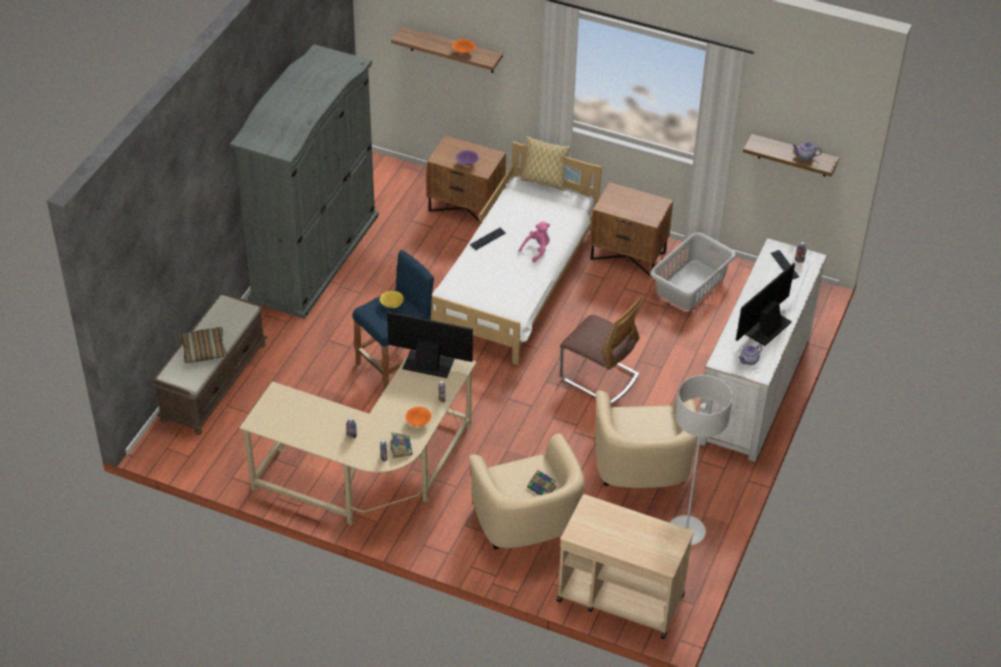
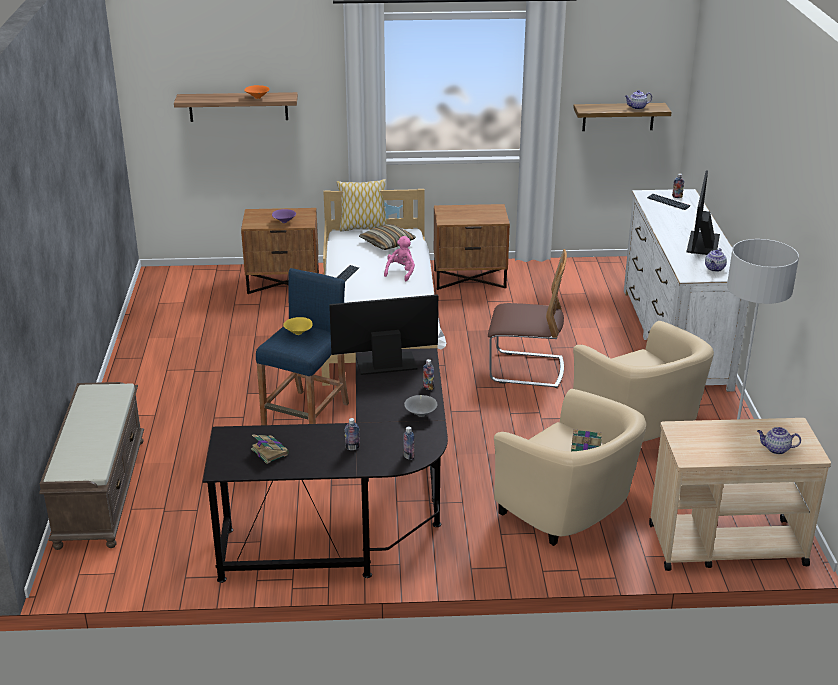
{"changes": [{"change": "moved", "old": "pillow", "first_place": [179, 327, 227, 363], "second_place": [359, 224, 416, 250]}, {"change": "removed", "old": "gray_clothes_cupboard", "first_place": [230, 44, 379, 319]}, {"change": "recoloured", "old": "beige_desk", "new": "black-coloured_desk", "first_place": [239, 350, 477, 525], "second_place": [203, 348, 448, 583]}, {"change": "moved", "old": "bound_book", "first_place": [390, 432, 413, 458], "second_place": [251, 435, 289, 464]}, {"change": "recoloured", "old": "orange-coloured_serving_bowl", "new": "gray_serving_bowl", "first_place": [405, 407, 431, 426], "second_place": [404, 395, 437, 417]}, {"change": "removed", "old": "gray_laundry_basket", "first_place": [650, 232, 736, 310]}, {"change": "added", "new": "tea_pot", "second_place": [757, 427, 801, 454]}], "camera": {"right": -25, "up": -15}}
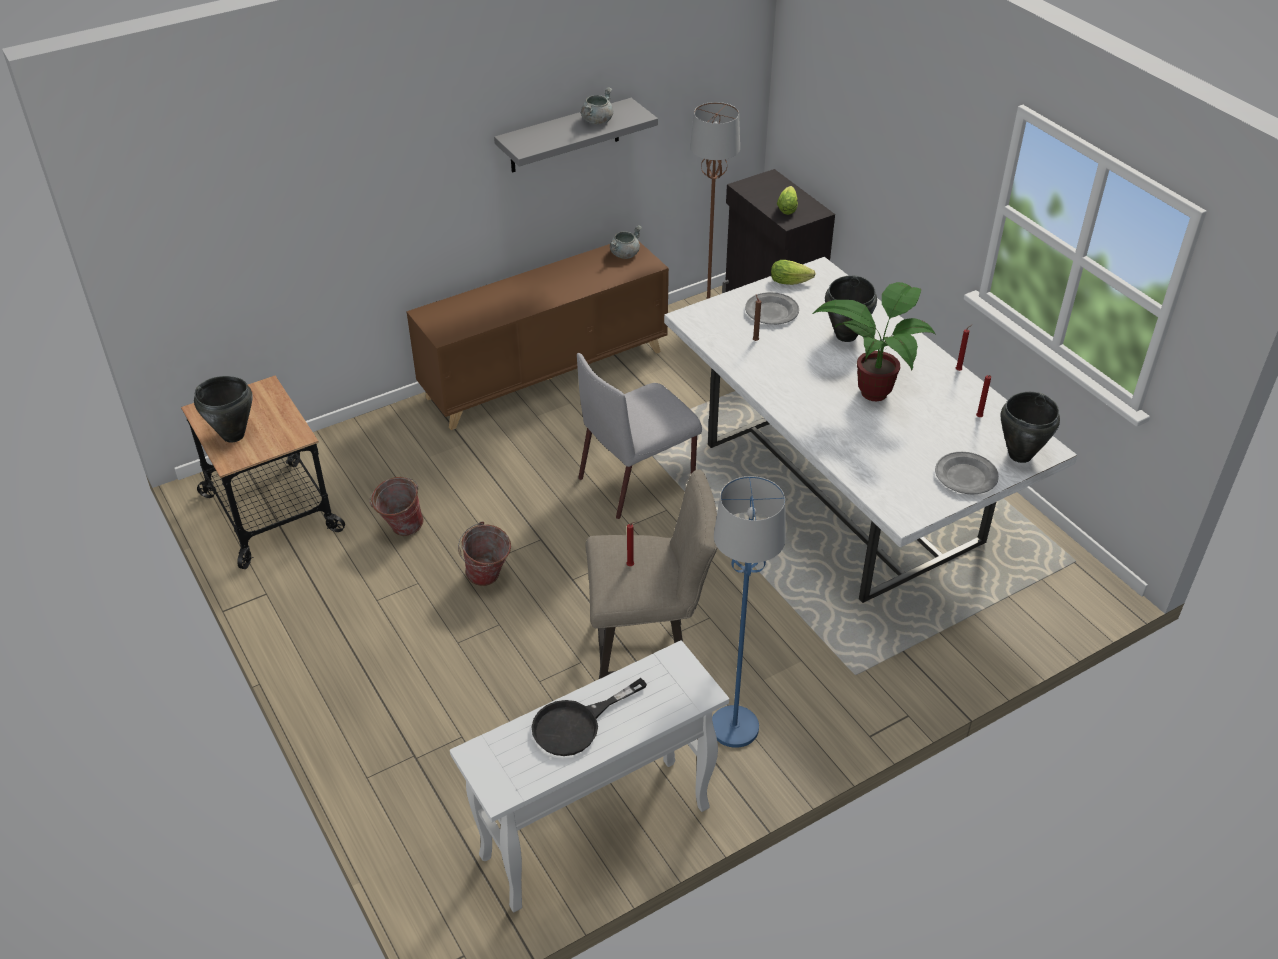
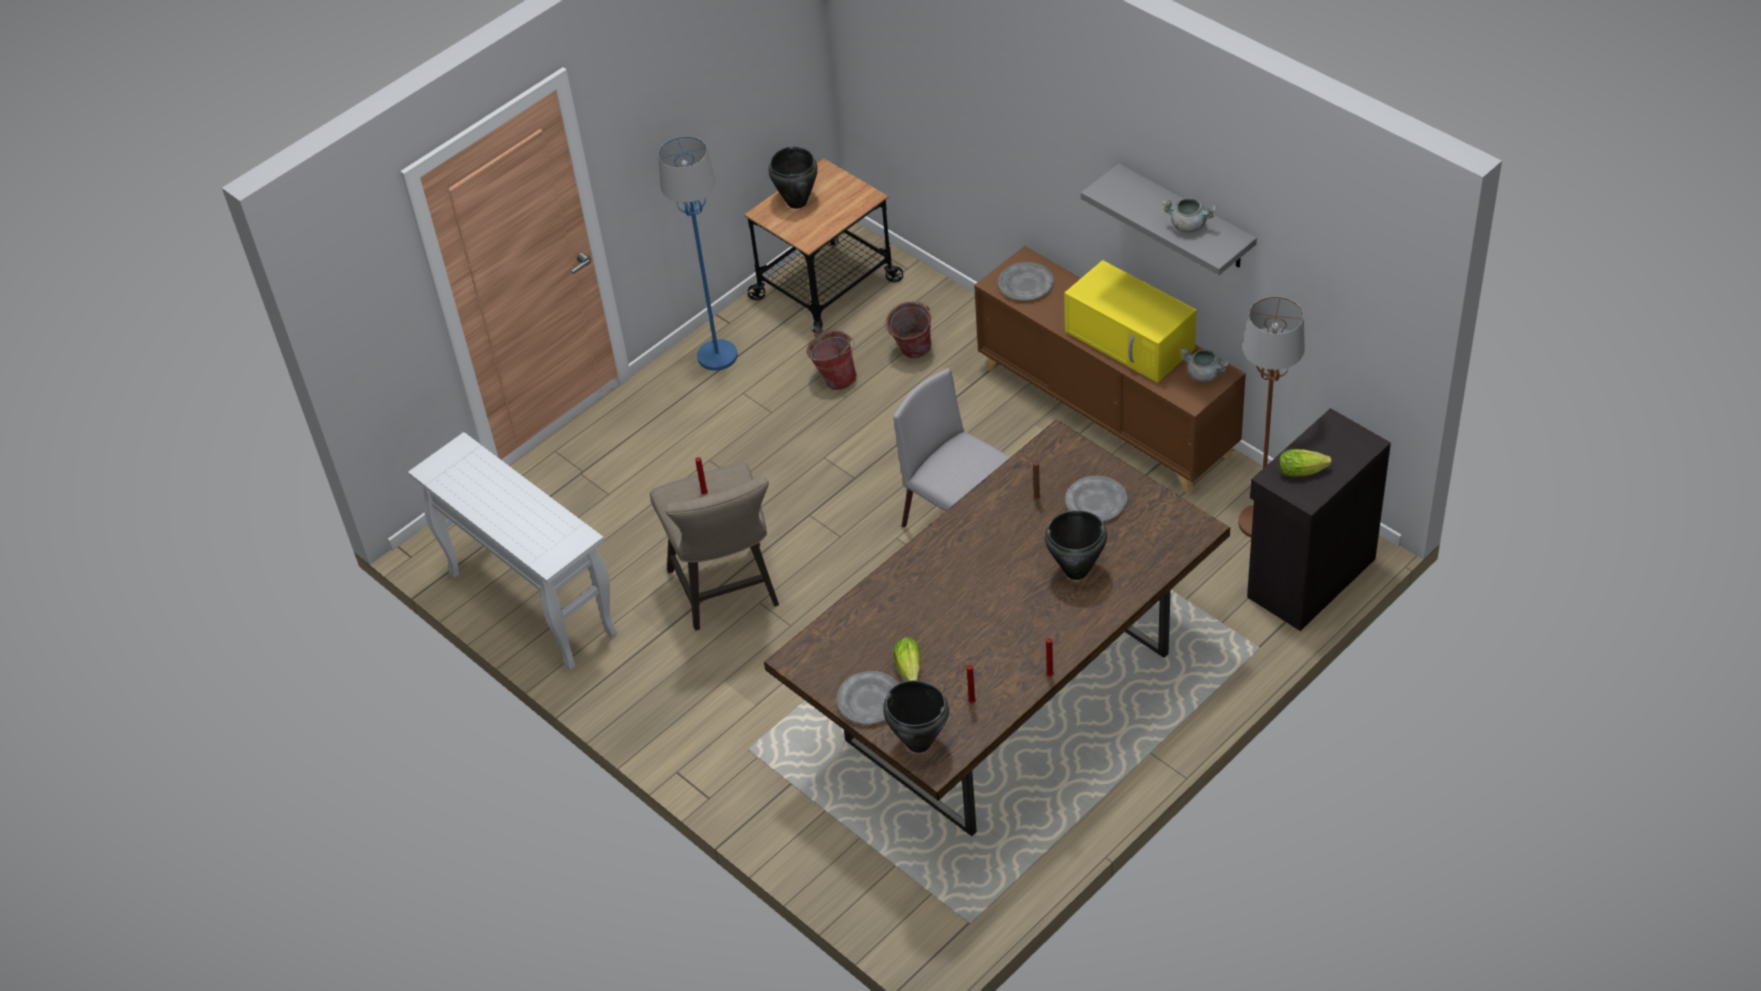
{"changes": [{"change": "moved", "old": "water_bucket", "first_place": [458, 521, 511, 586], "second_place": [884, 302, 931, 358]}, {"change": "removed", "old": "black-coloured_pan", "first_place": [532, 678, 647, 756]}, {"change": "recoloured", "old": "white_kitchen_table", "new": "brownish_kitchen_table", "first_place": [664, 257, 1077, 603], "second_place": [764, 420, 1230, 836]}, {"change": "moved", "old": "blue_standard_lamp", "first_place": [712, 476, 786, 748], "second_place": [658, 136, 738, 371]}, {"change": "moved", "old": "lettuce_head", "first_place": [771, 260, 816, 285], "second_place": [893, 637, 921, 681]}, {"change": "removed", "old": "potted_plant", "first_place": [813, 282, 936, 401]}, {"change": "added", "new": "gray_flat_dish", "second_place": [998, 262, 1054, 300]}, {"change": "added", "new": "yellow_microwave_oven", "second_place": [1064, 260, 1196, 383]}], "camera": {"right": 80, "up": 5}}
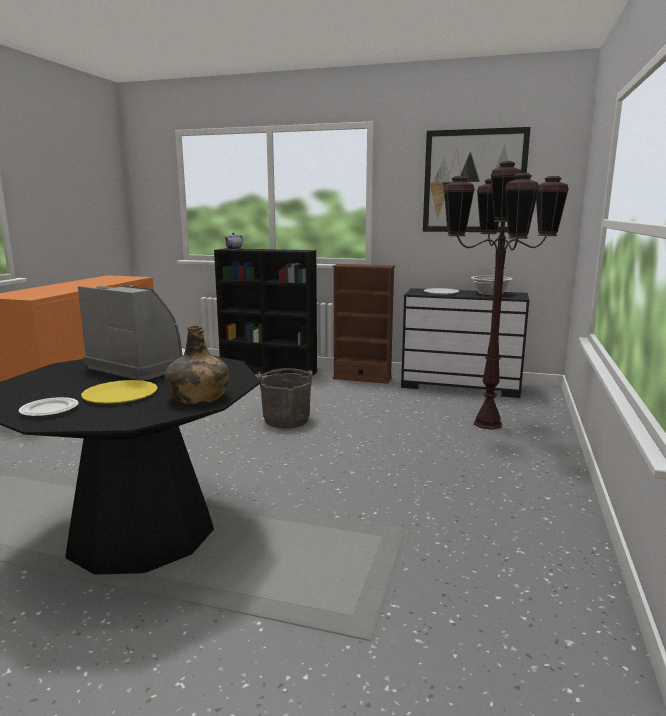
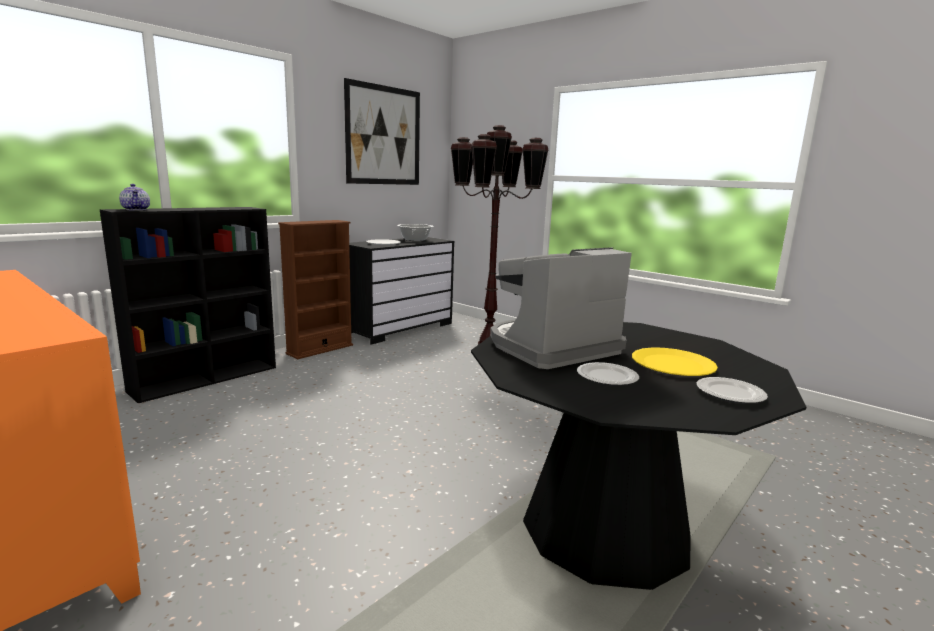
{"changes": [{"change": "removed", "old": "green_bottle", "first_place": [165, 325, 229, 404]}, {"change": "removed", "old": "gray_water_bucket", "first_place": [258, 368, 312, 428]}, {"change": "added", "new": "flat_dish", "second_place": [577, 362, 639, 386]}], "camera": {"right": -65, "up": 0}}
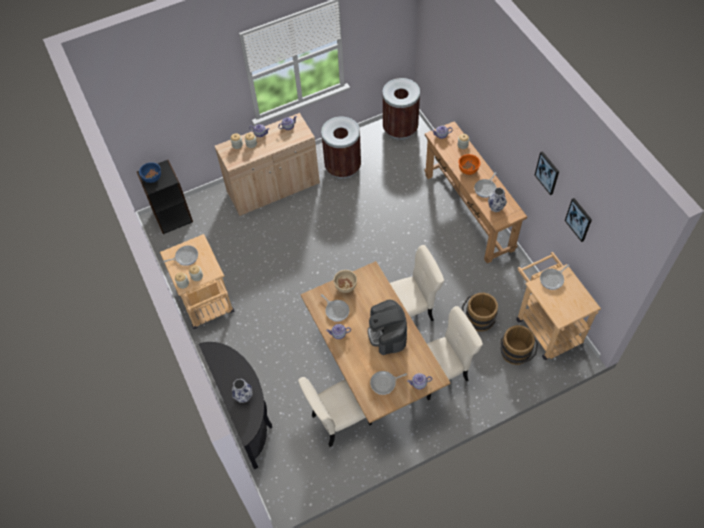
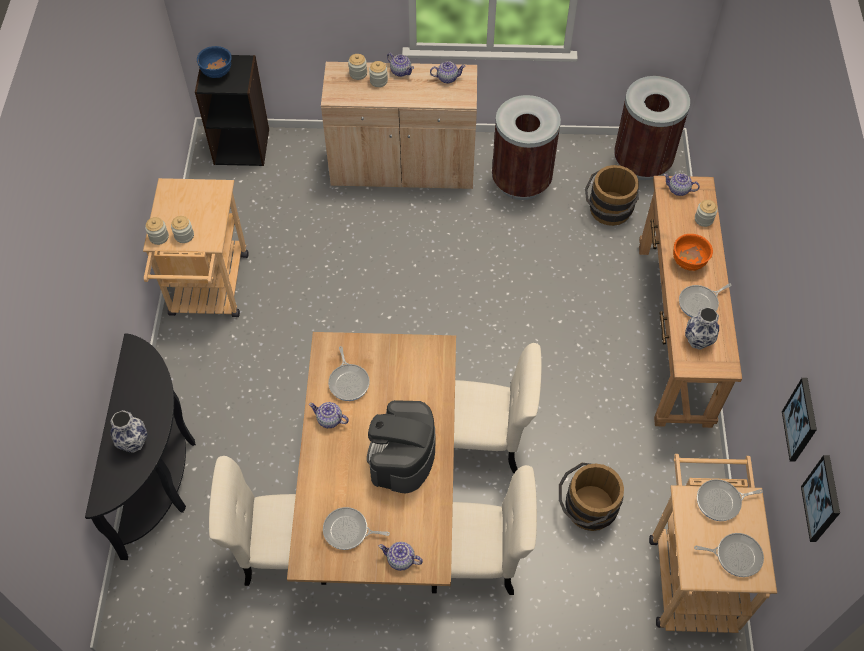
{"changes": [{"change": "moved", "old": "pan", "first_place": [163, 245, 198, 266], "second_place": [694, 533, 764, 577]}, {"change": "removed", "old": "beige_serving_bowl", "first_place": [333, 270, 357, 293]}, {"change": "moved", "old": "brownish_water_bucket", "first_place": [500, 325, 538, 365], "second_place": [585, 165, 639, 226]}, {"change": "moved", "old": "wall_art", "first_place": [535, 151, 559, 195], "second_place": [801, 455, 840, 542]}], "camera": {"right": 25, "up": 0}}
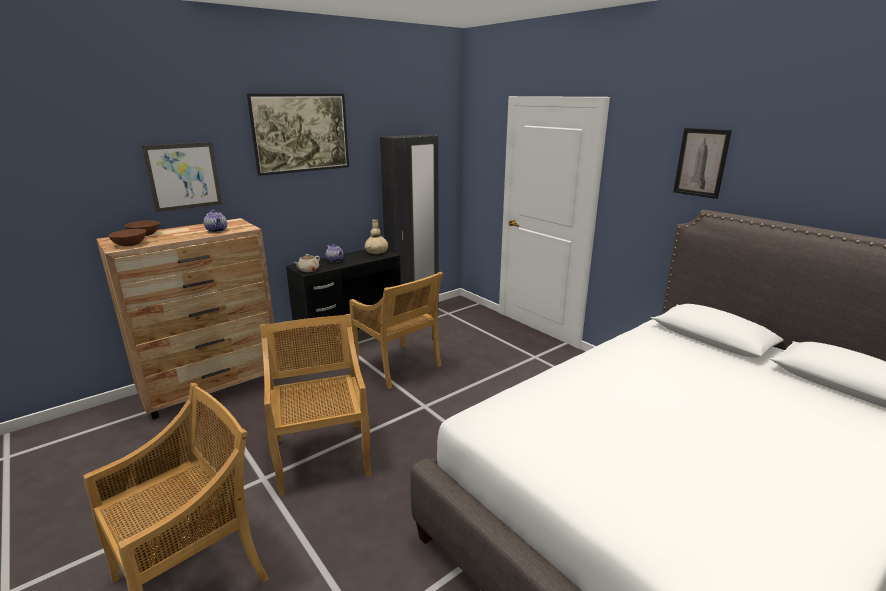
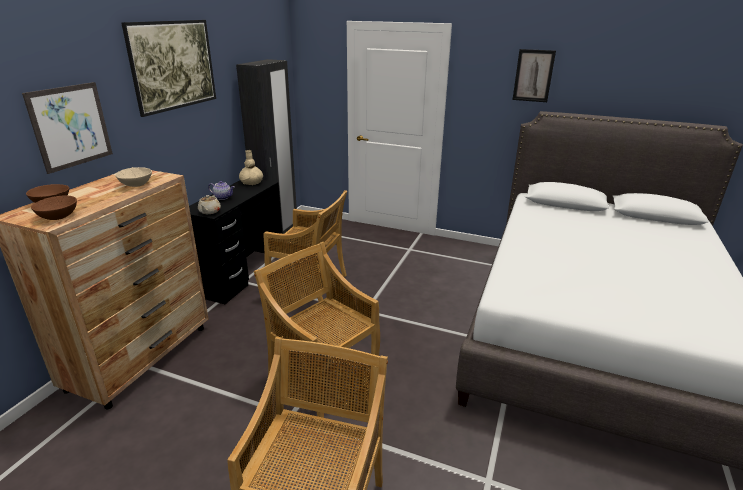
{"changes": [{"change": "replaced", "old": "tea_pot", "new": "beige_serving_bowl", "first_place": [204, 210, 227, 233], "second_place": [115, 167, 152, 187]}], "camera": {"right": -30, "up": 5}}
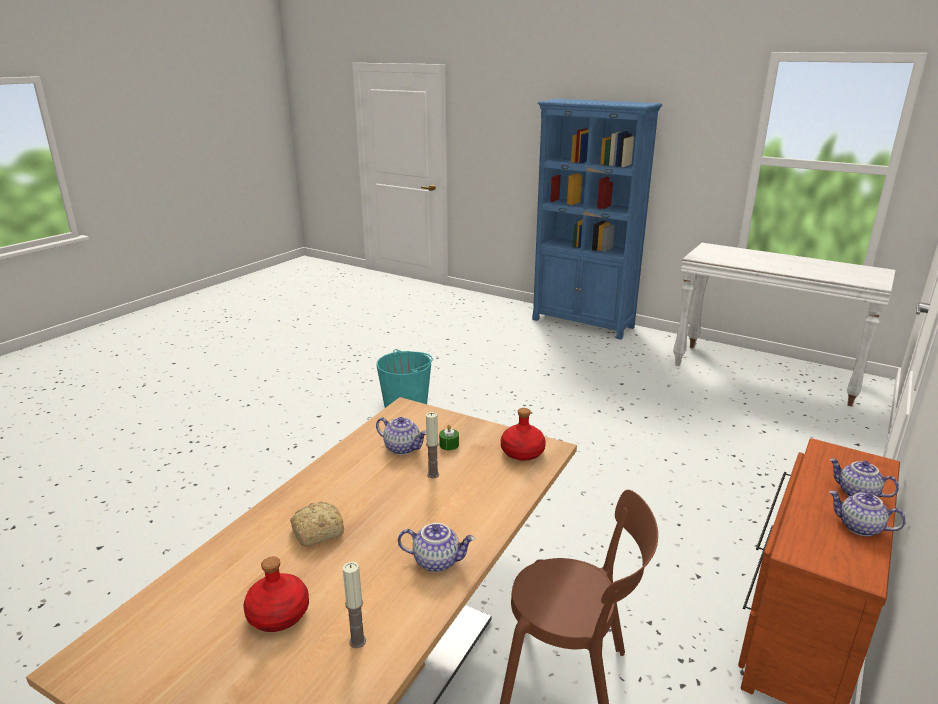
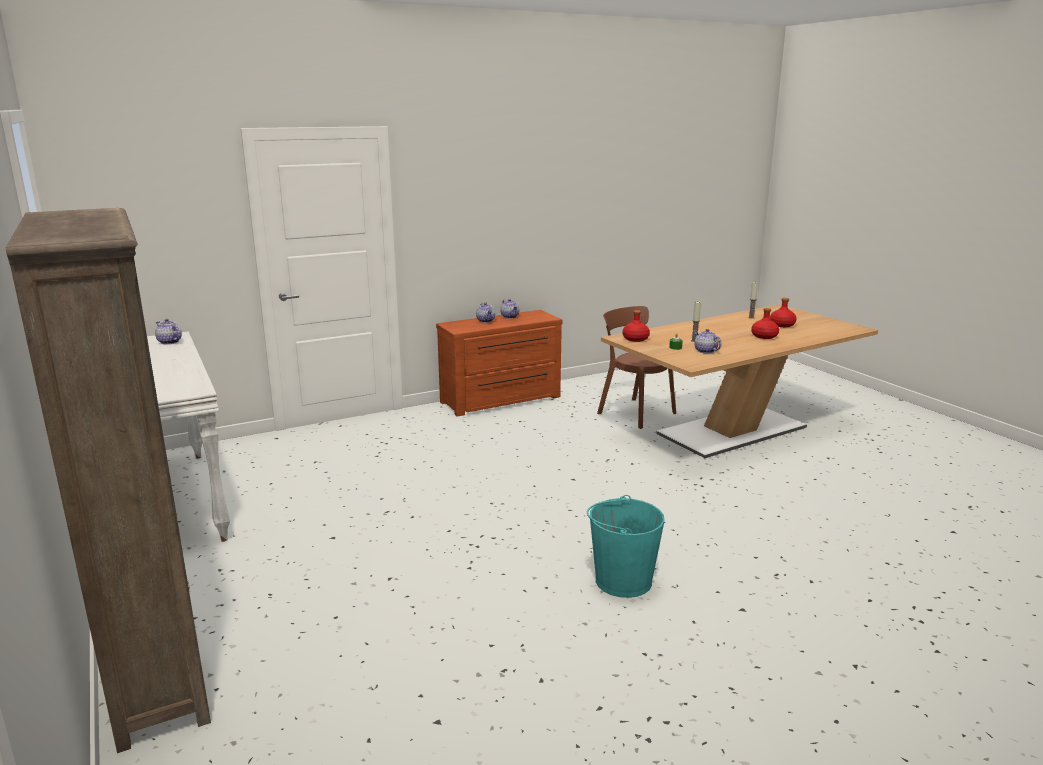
{"changes": [{"change": "replaced", "old": "bakery_bread", "new": "red-coloured_bottle", "first_place": [290, 501, 344, 547], "second_place": [751, 308, 779, 339]}, {"change": "moved", "old": "tea_pot", "first_place": [398, 523, 475, 572], "second_place": [155, 319, 182, 344]}, {"change": "recoloured", "old": "blue_shelving_unit", "new": "brownish_shelving_unit", "first_place": [532, 99, 662, 340], "second_place": [6, 208, 211, 753]}], "camera": {"right": -150, "up": -5}}
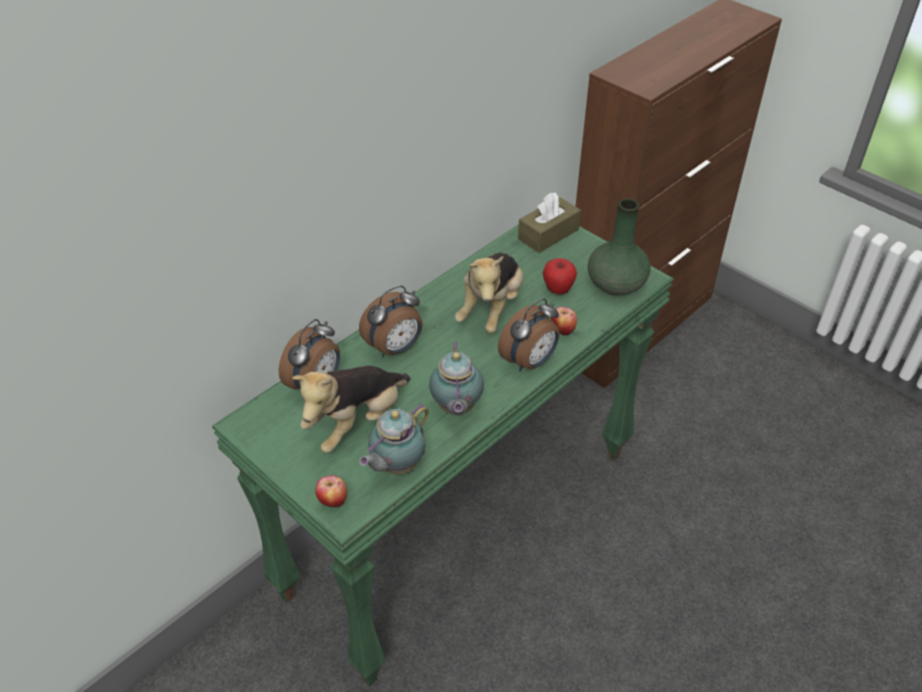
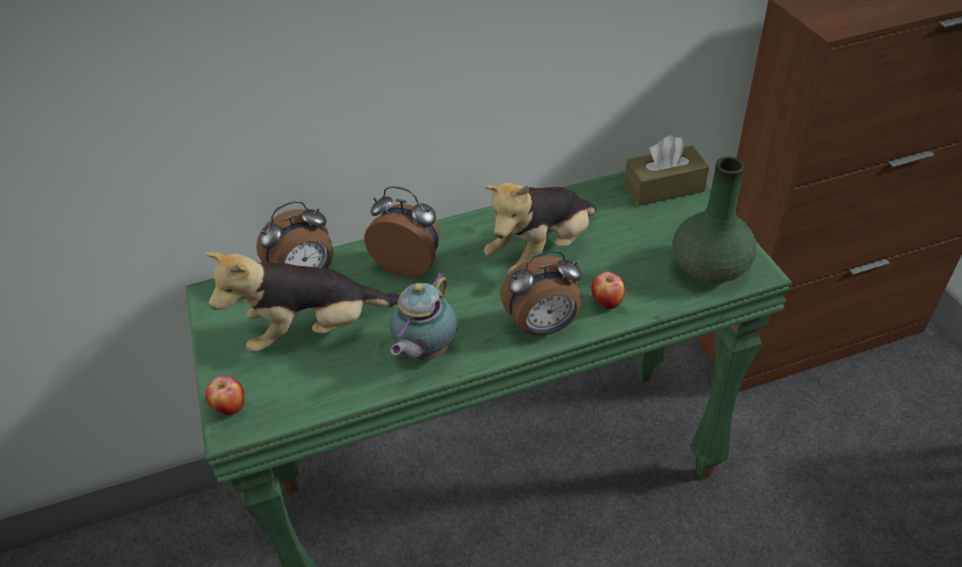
{"changes": [{"change": "turned", "old": "alarm_clock", "first_place": [359, 285, 422, 357], "second_place": [364, 186, 440, 277], "degrees": -150}, {"change": "removed", "old": "tea_pot", "first_place": [359, 403, 429, 475]}, {"change": "removed", "old": "apple", "first_place": [543, 258, 577, 294]}], "camera": {"right": 30, "up": 0}}
